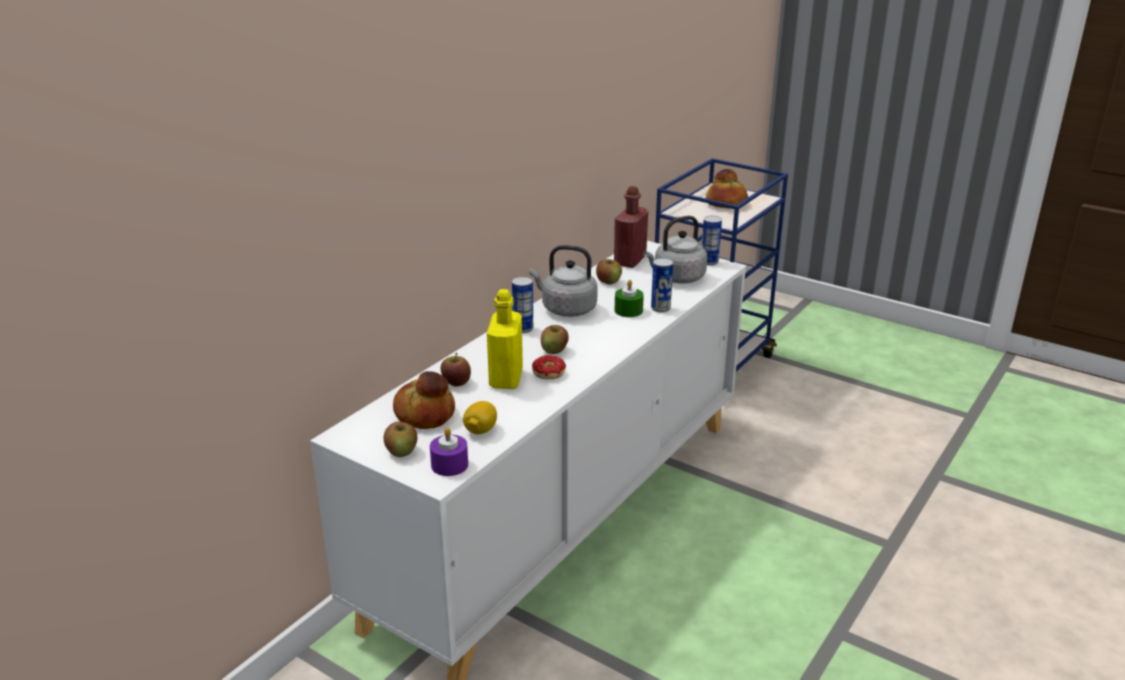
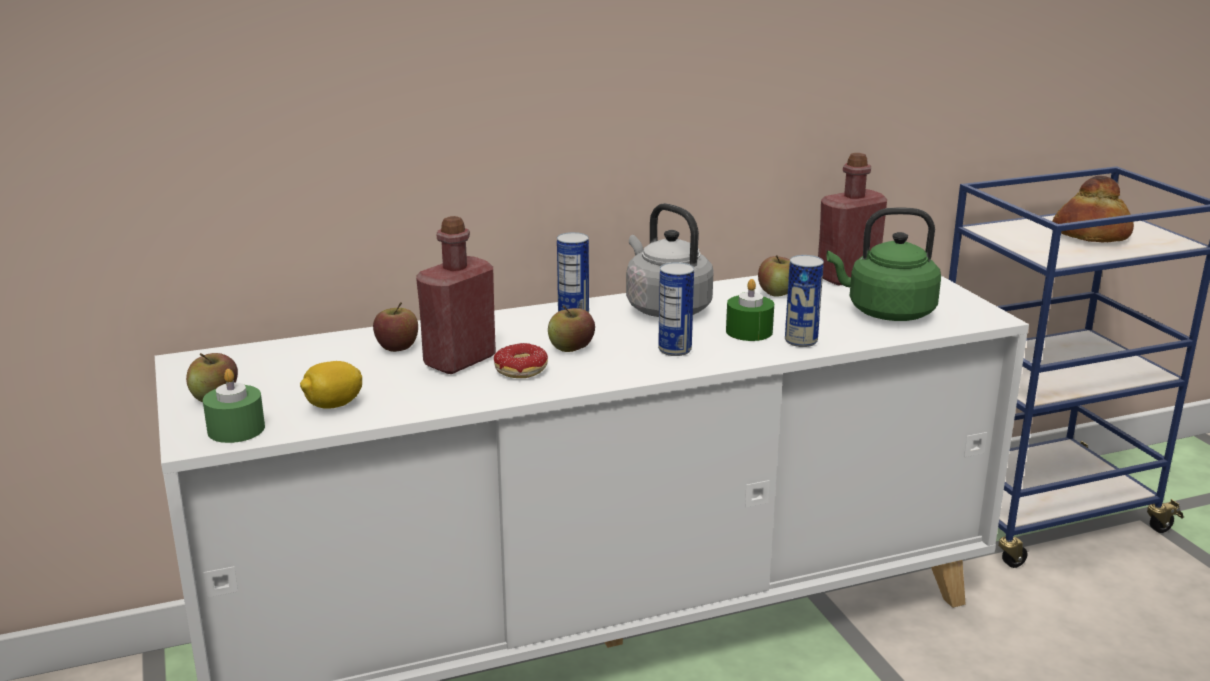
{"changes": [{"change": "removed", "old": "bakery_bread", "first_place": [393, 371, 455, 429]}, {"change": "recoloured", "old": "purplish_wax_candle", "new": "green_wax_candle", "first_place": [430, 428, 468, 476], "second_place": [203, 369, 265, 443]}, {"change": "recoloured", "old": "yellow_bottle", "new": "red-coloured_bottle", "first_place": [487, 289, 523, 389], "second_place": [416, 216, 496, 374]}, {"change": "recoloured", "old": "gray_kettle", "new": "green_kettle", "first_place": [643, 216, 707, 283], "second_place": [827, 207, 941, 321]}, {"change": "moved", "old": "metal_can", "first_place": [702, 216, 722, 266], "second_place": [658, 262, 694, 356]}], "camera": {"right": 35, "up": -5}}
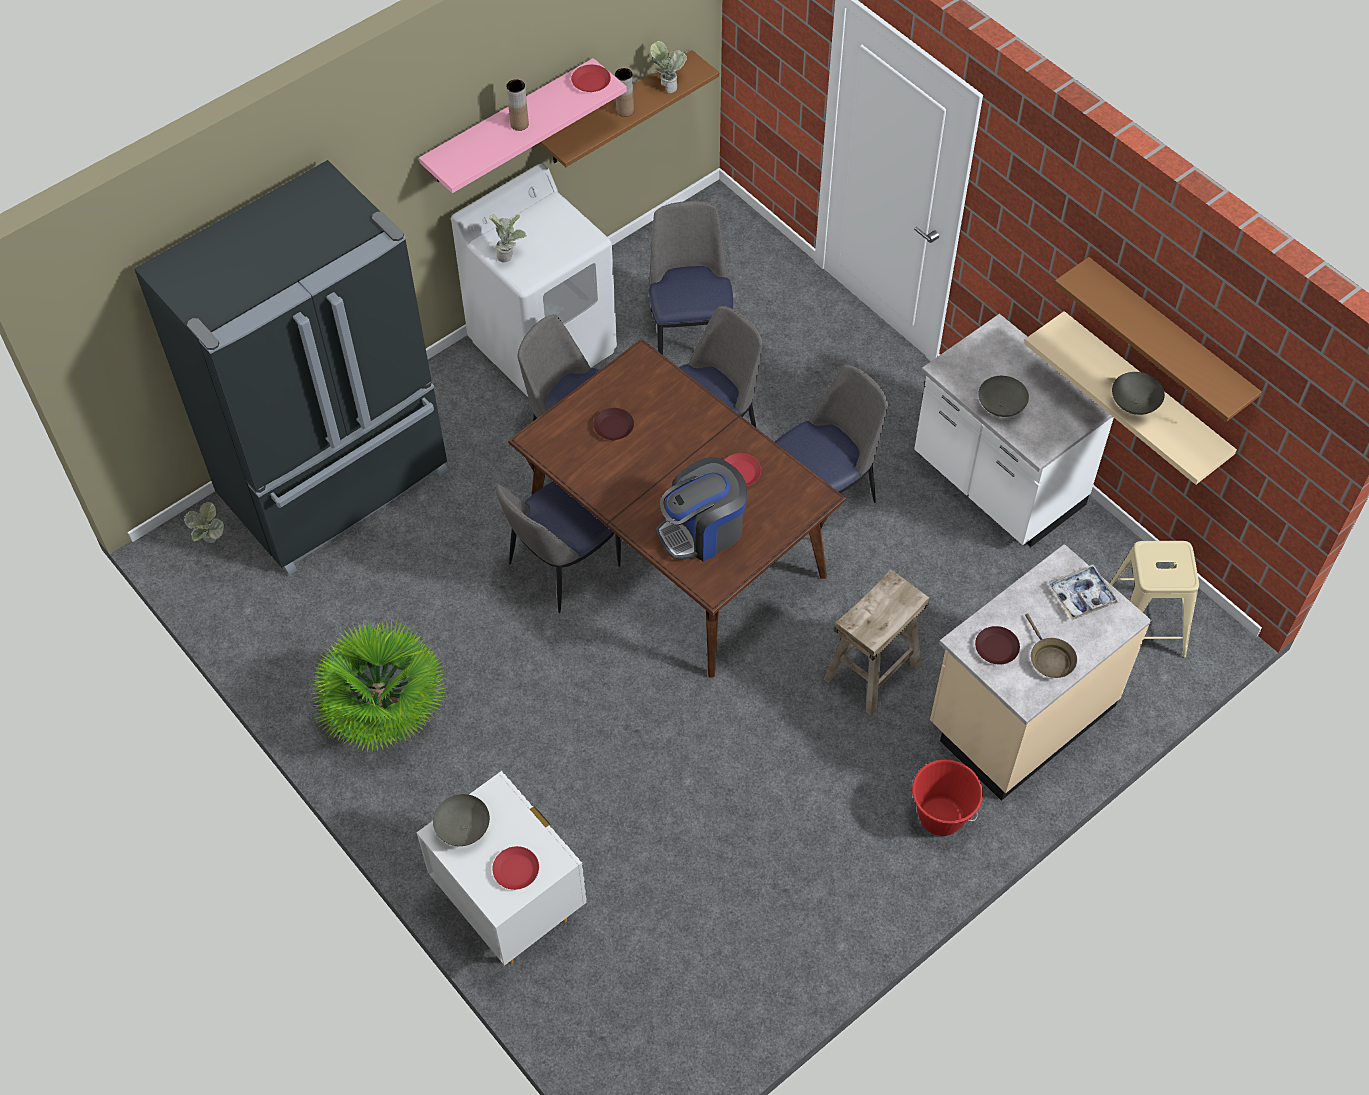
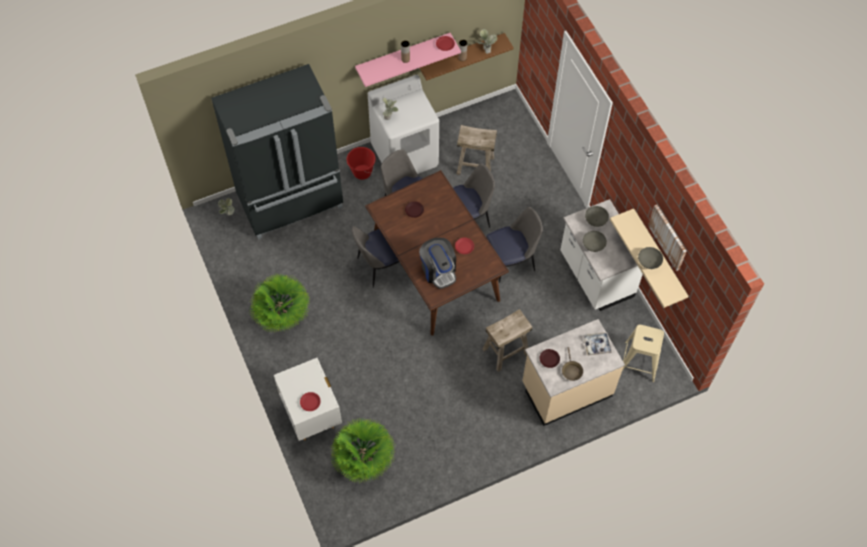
{"changes": [{"change": "moved", "old": "gray_serving_bowl", "first_place": [433, 794, 490, 846], "second_place": [585, 206, 609, 227]}, {"change": "replaced", "old": "plain_chair", "new": "beige_stool", "first_place": [649, 201, 733, 355], "second_place": [457, 125, 497, 175]}, {"change": "turned", "old": "coffee_brewer", "first_place": [656, 457, 747, 562], "second_place": [419, 238, 456, 289], "degrees": -105}, {"change": "moved", "old": "red-coloured_water_bucket", "first_place": [912, 760, 983, 836], "second_place": [347, 147, 376, 180]}, {"change": "replaced", "old": "brownish_wall_shelf", "new": "wall_art", "first_place": [1054, 257, 1262, 422], "second_place": [648, 205, 687, 271]}, {"change": "added", "new": "potted_plant", "second_place": [331, 418, 396, 483]}], "camera": {"right": 15, "up": 5}}
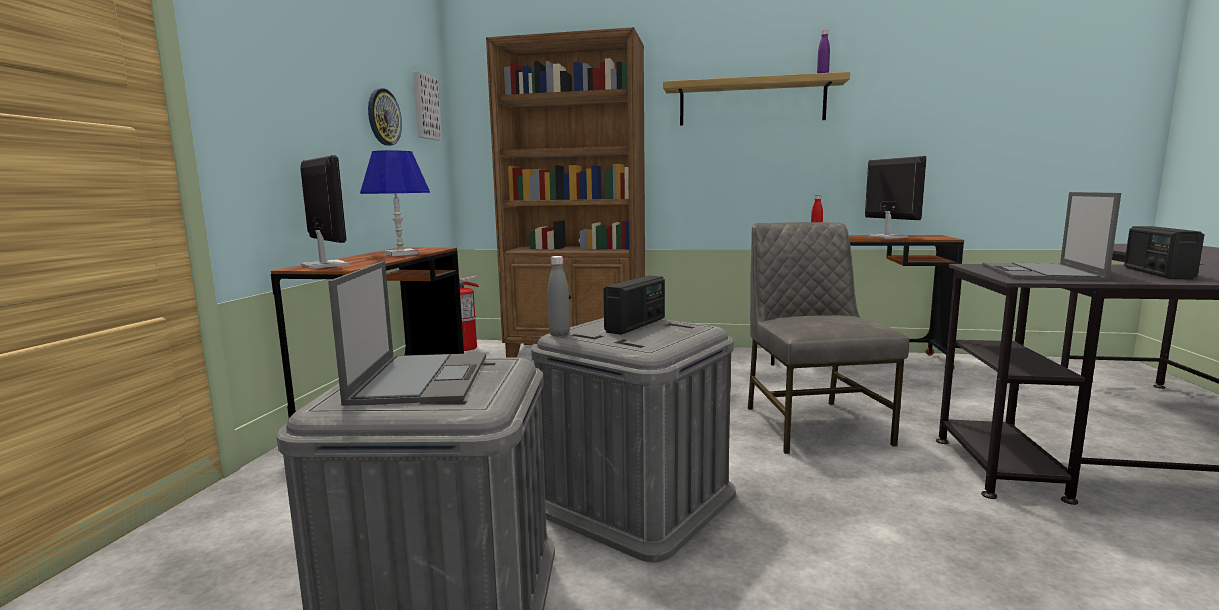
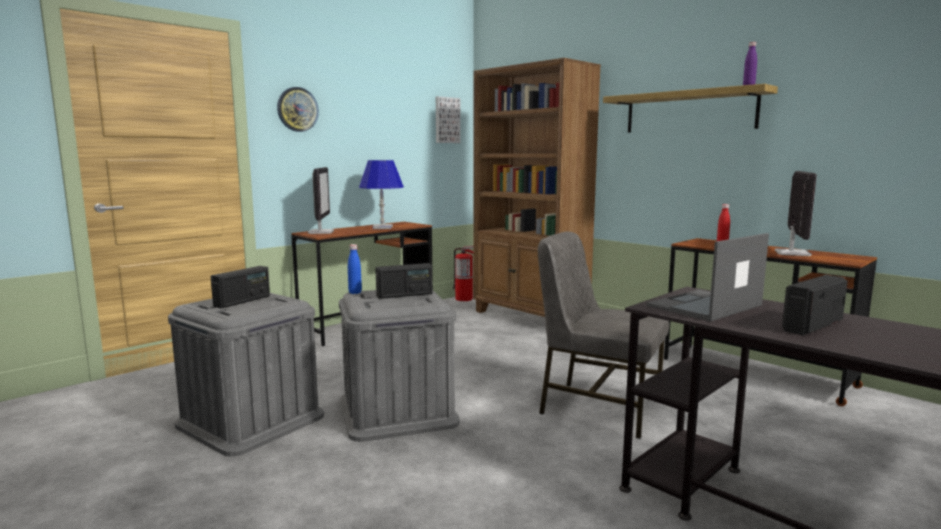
{"changes": [{"change": "replaced", "old": "notebook_computer", "new": "radio_receiver", "first_place": [328, 261, 486, 406], "second_place": [211, 266, 270, 309]}, {"change": "moved", "old": "clock_on_the_wall", "first_place": [368, 88, 402, 146], "second_place": [277, 87, 319, 132]}, {"change": "recoloured", "old": "gray_bottle", "new": "blue_bottle", "first_place": [548, 256, 570, 336], "second_place": [348, 244, 362, 294]}, {"change": "turned", "old": "gray_plain_chair", "first_place": [748, 222, 909, 454], "second_place": [538, 232, 669, 439], "degrees": -90}], "camera": {"right": 35, "up": 0}}
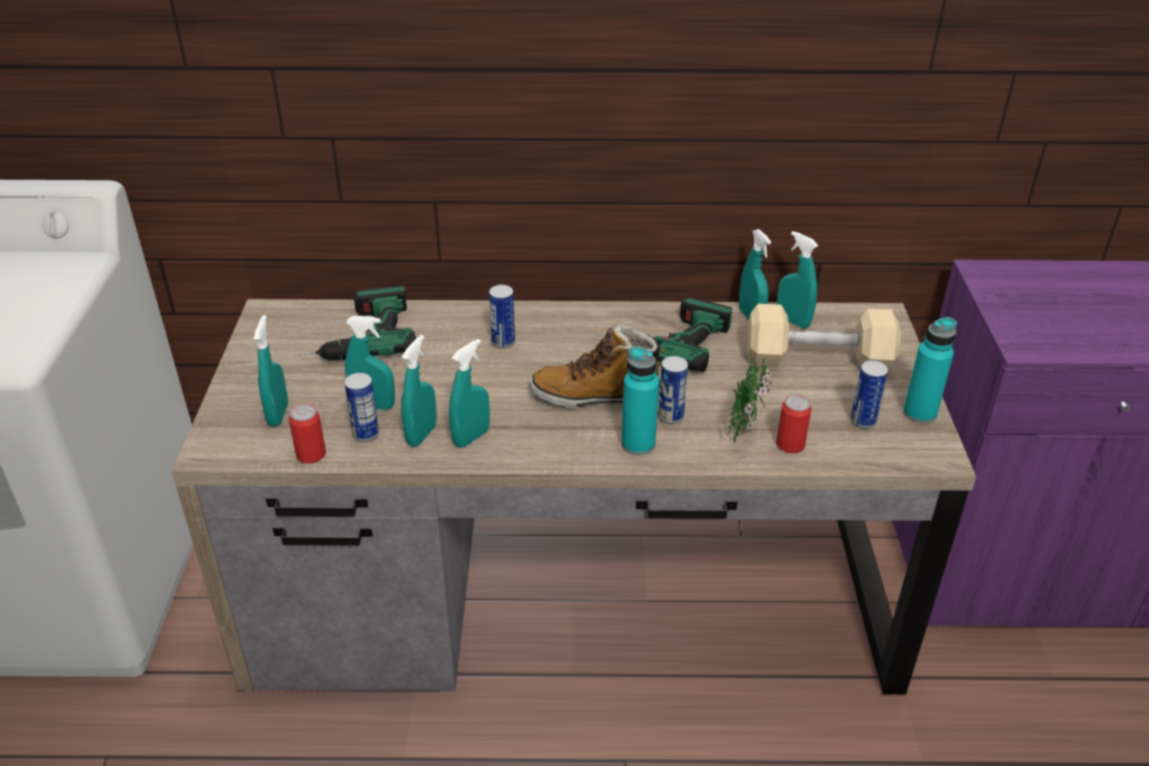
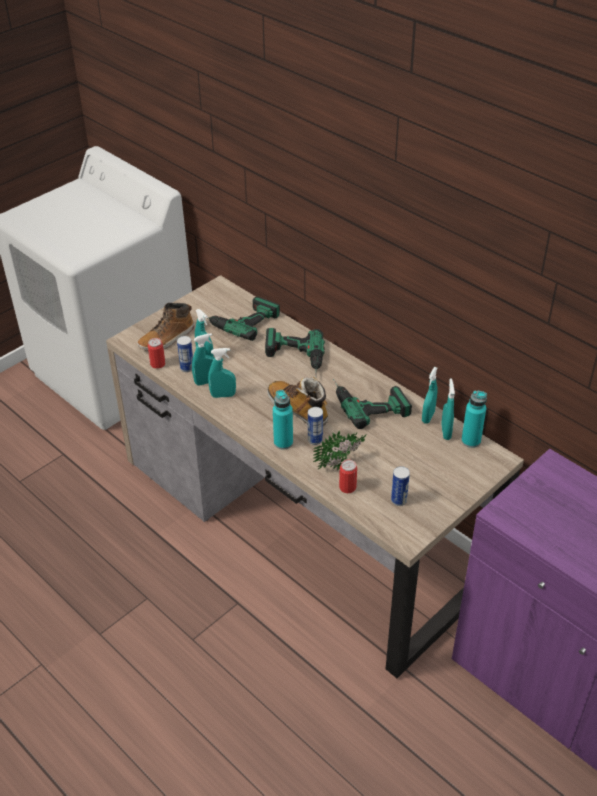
{"changes": [{"change": "replaced", "old": "blue-green_sprayer", "new": "tall_boot", "first_place": [254, 315, 288, 426], "second_place": [137, 303, 194, 351]}, {"change": "replaced", "old": "metal_can", "new": "power_drill", "first_place": [489, 285, 515, 348], "second_place": [265, 328, 325, 376]}, {"change": "removed", "old": "beige_dumbbell", "first_place": [747, 304, 901, 371]}, {"change": "moved", "old": "blue-green_bottle", "first_place": [903, 317, 957, 423], "second_place": [461, 391, 487, 448]}], "camera": {"right": 45, "up": 5}}
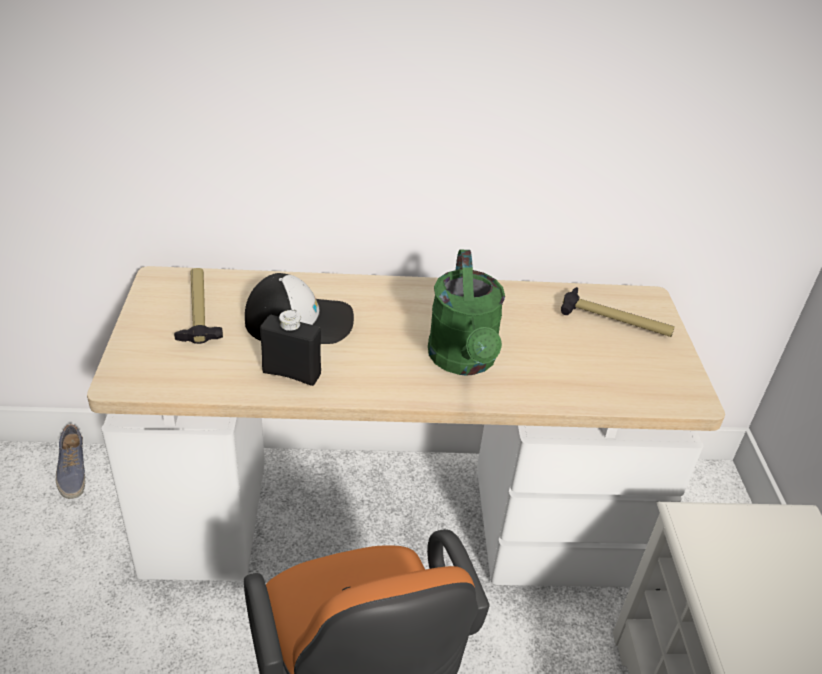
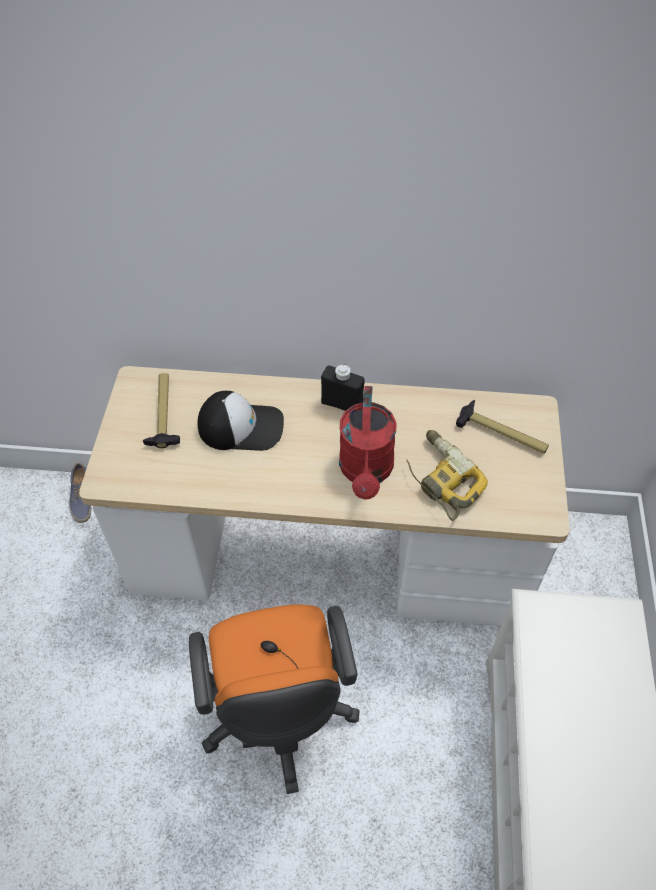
{"changes": [{"change": "moved", "old": "black-coloured_bottle", "first_place": [260, 310, 321, 386], "second_place": [321, 364, 365, 411]}, {"change": "recoloured", "old": "green_watering_pot", "new": "red-coloured_watering_pot", "first_place": [428, 250, 505, 375], "second_place": [339, 386, 396, 500]}, {"change": "added", "new": "power_drill", "second_place": [406, 430, 488, 521]}], "camera": {"right": 10, "up": 15}}
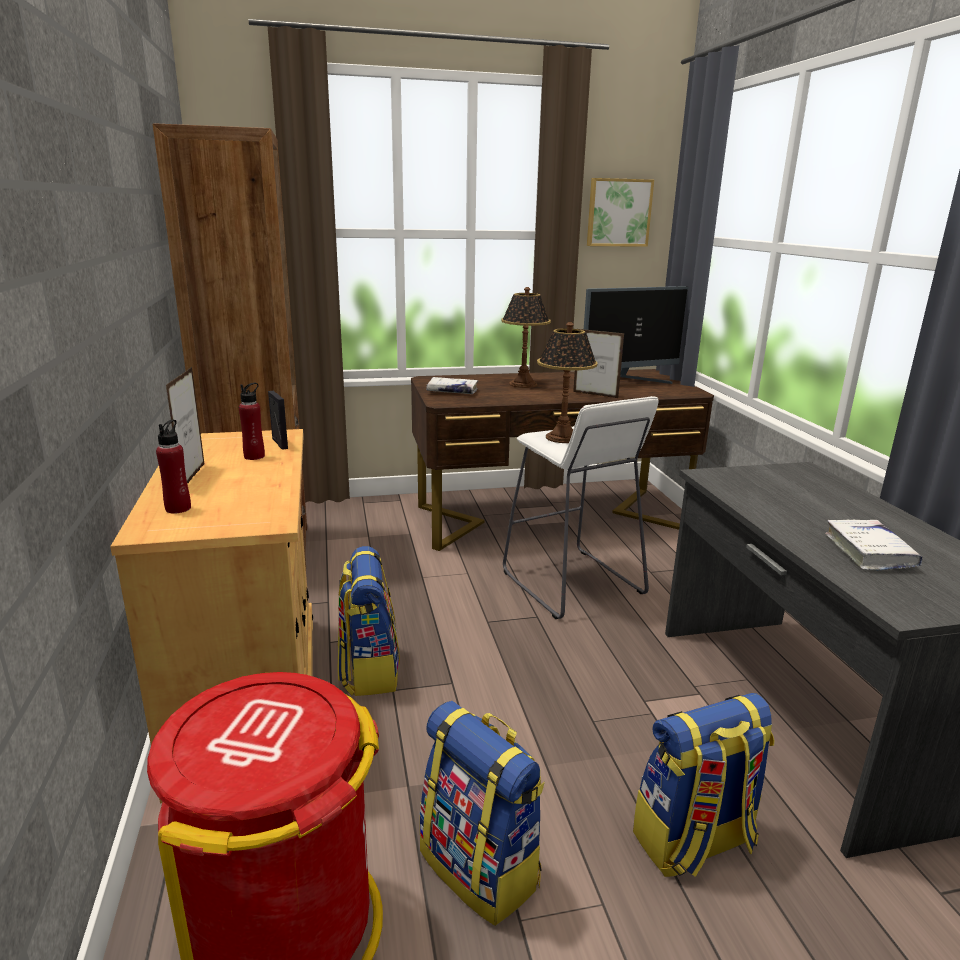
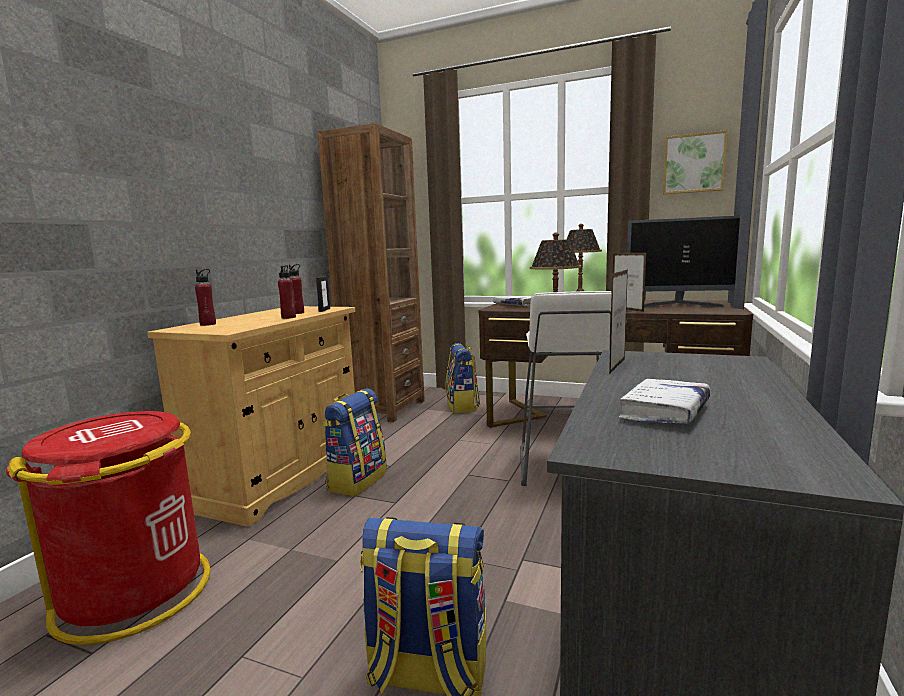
{"changes": [{"change": "moved", "old": "picture_frame", "first_place": [166, 367, 205, 484], "second_place": [609, 270, 628, 374]}, {"change": "moved", "old": "backpack", "first_place": [419, 701, 545, 926], "second_place": [445, 343, 480, 413]}, {"change": "added", "new": "red-coloured_bottle", "second_place": [278, 265, 296, 319]}], "camera": {"right": 35, "up": -10}}
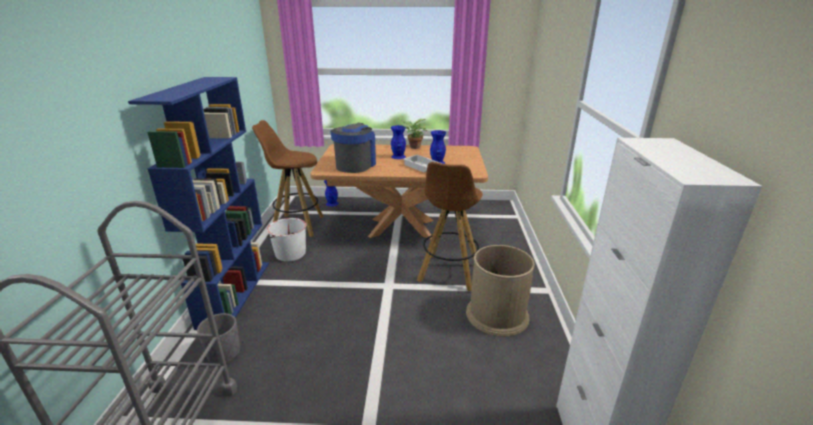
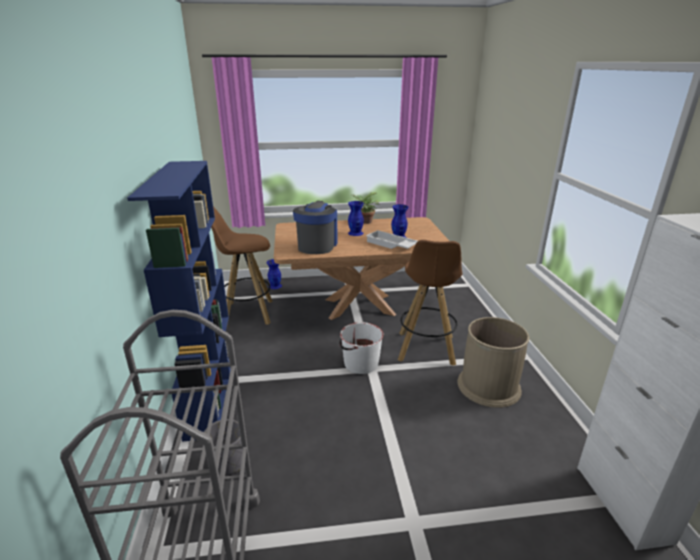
{"changes": [{"change": "moved", "old": "white_water_bucket", "first_place": [267, 218, 306, 261], "second_place": [339, 322, 384, 374]}], "camera": {"right": -10, "up": 0}}
